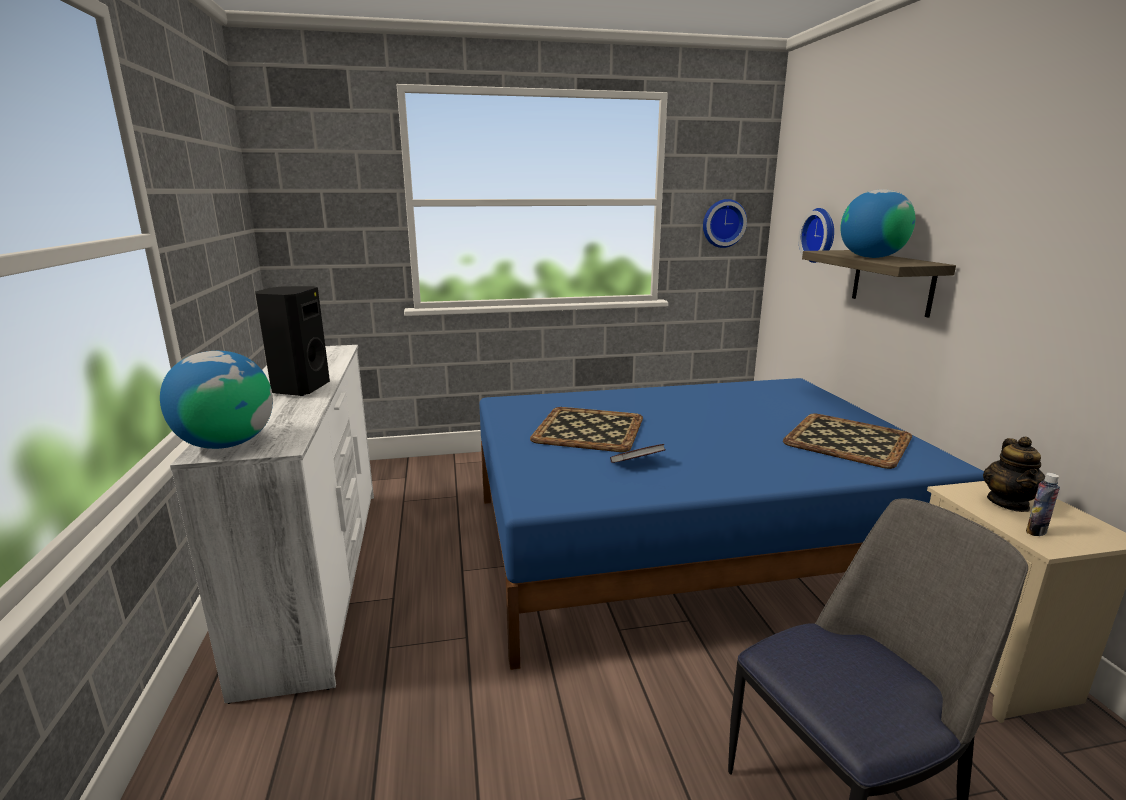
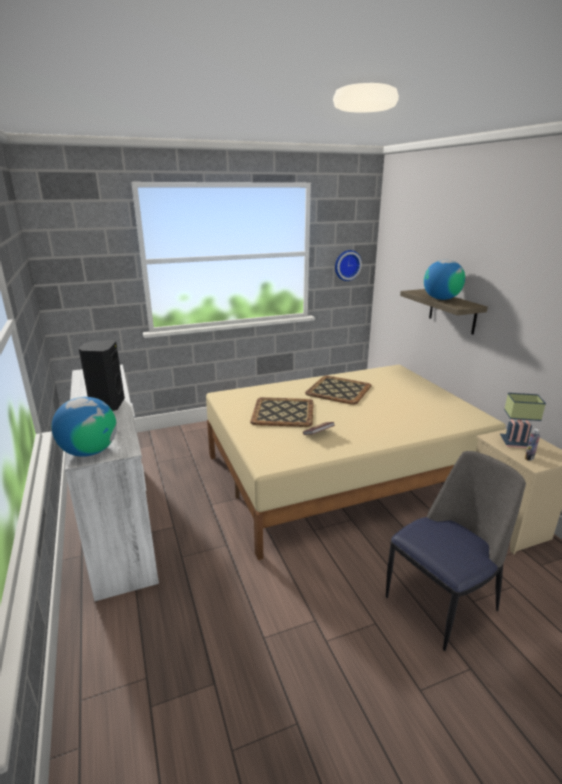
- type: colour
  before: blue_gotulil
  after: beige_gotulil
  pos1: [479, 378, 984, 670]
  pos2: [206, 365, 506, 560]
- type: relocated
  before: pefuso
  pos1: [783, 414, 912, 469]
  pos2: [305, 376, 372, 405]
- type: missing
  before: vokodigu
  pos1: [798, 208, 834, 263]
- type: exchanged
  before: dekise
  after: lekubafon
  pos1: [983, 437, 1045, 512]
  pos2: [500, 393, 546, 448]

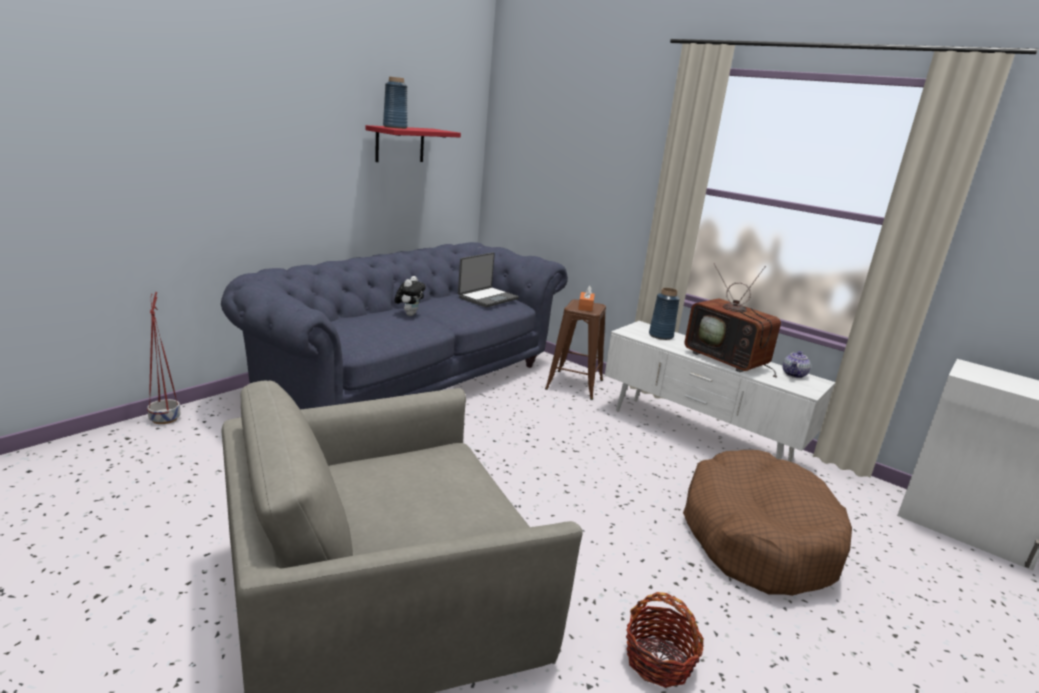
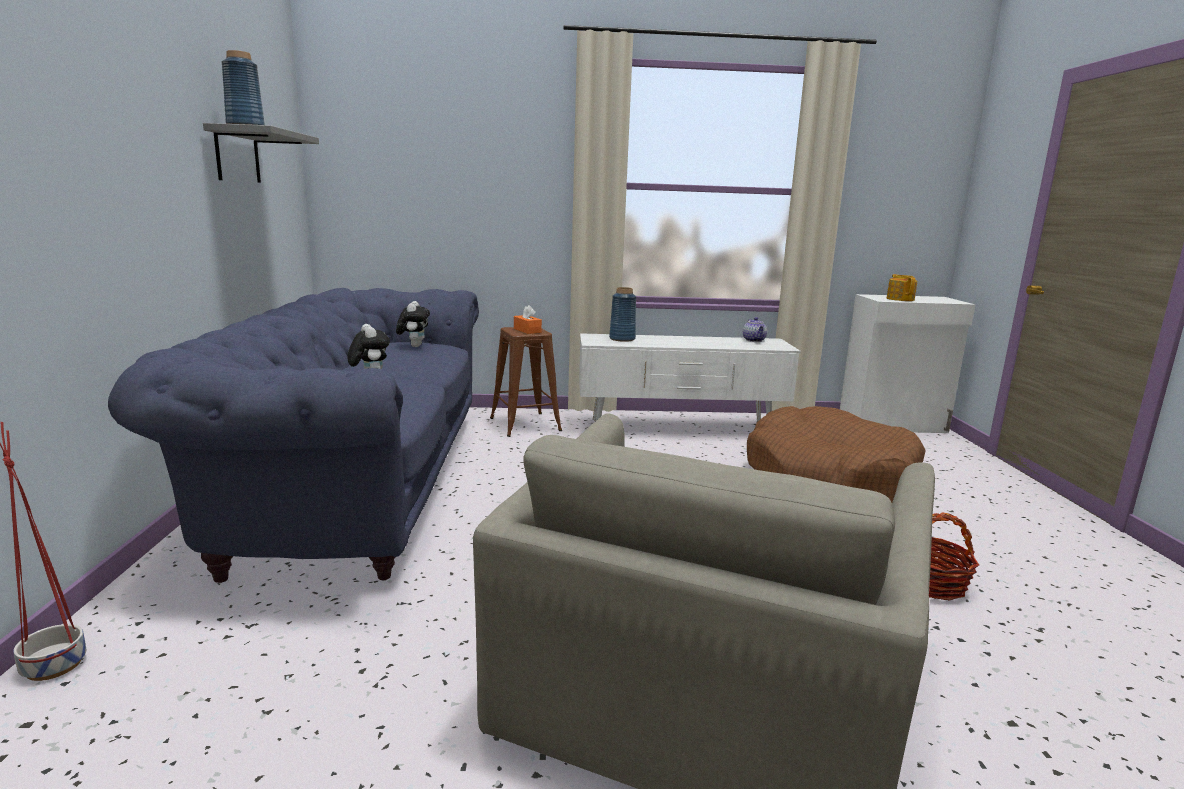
- type: colour
  before: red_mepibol
  after: grey_mepibol
  pos1: [365, 125, 461, 162]
  pos2: [203, 123, 319, 183]
- type: exchanged
  before: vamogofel
  after: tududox
  pos1: [458, 253, 519, 307]
  pos2: [396, 301, 430, 347]
- type: missing
  before: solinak
  pos1: [685, 263, 781, 378]
- type: appeared
  after: dekise
  pos2: [887, 274, 917, 301]

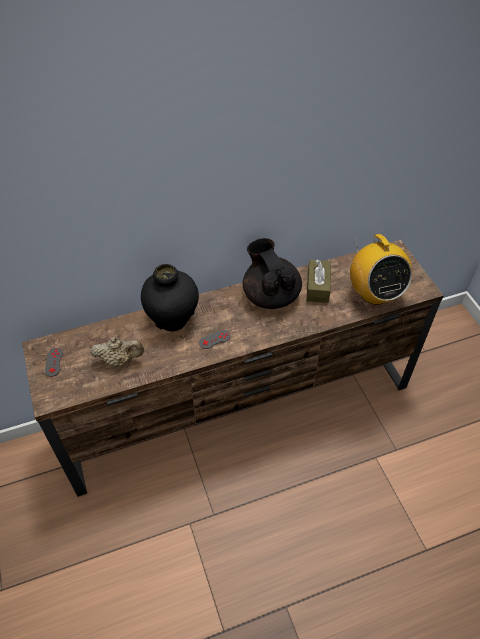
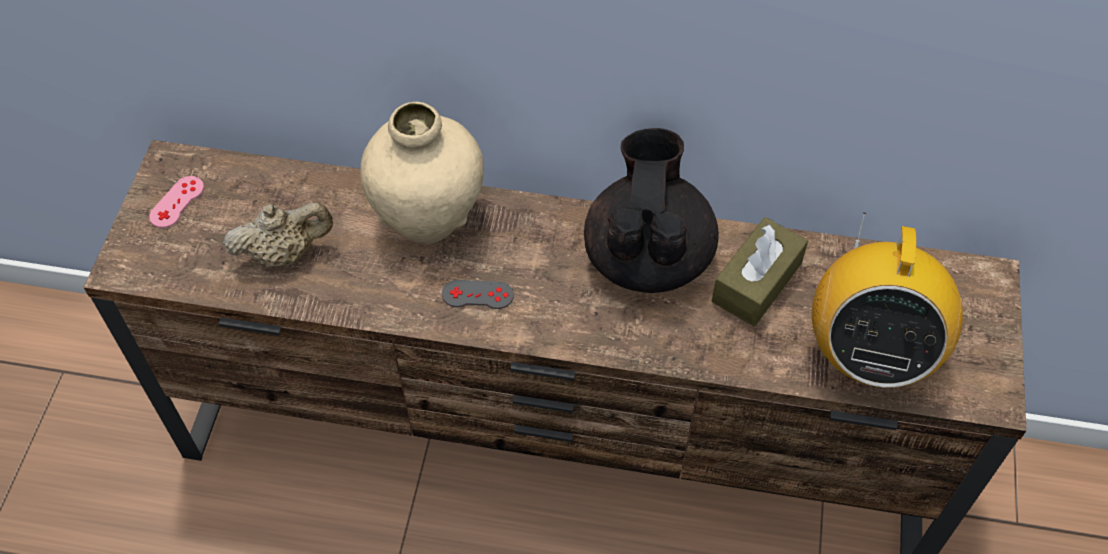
- type: colour
  before: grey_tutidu
  after: pink_tutidu
  pos1: [45, 348, 63, 377]
  pos2: [149, 176, 204, 228]
- type: spun
  before: beige_dekise
  pos1: [90, 337, 144, 367]
  pos2: [223, 202, 333, 267]
  turn: -45
- type: colour
  before: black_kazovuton
  after: beige_kazovuton
  pos1: [141, 264, 199, 331]
  pos2: [360, 102, 484, 244]

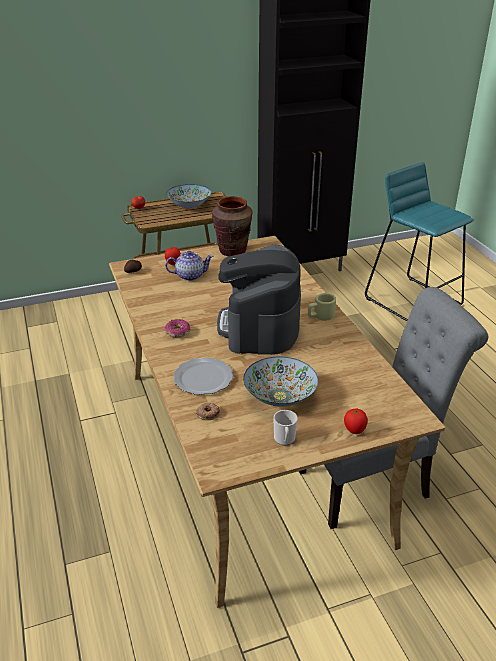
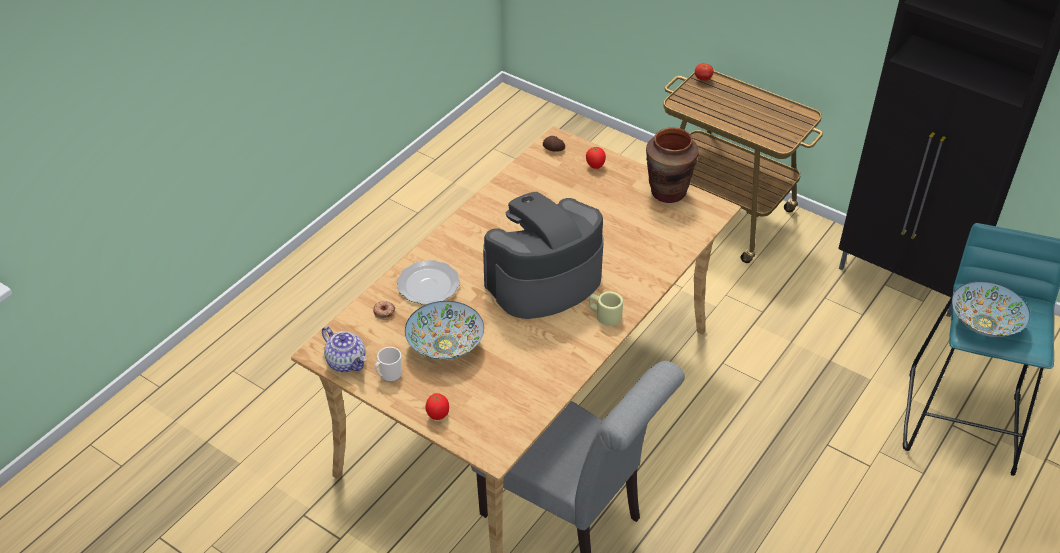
- type: missing
  before: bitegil
  pos1: [164, 319, 190, 338]
- type: relocated
  before: dekise
  pos1: [165, 251, 213, 281]
  pos2: [322, 326, 366, 372]
- type: relocated
  before: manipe
  pos1: [166, 184, 211, 208]
  pos2: [952, 281, 1030, 337]

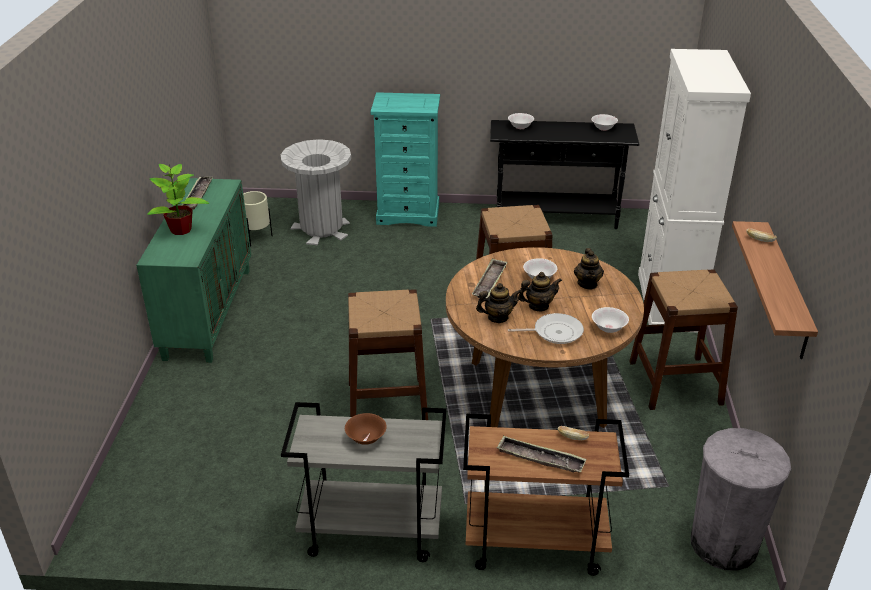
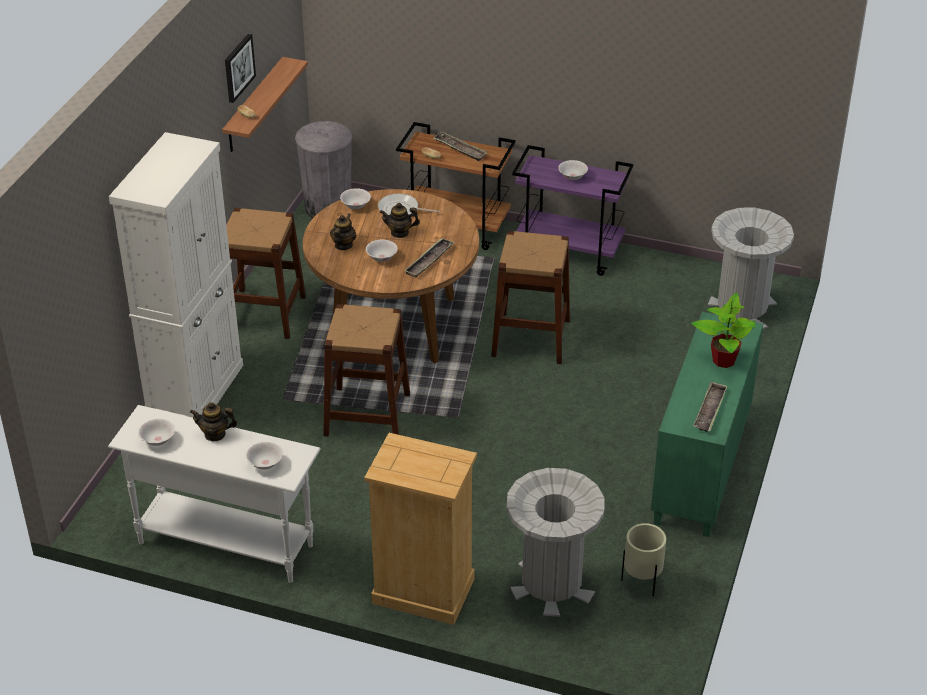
- type: colour
  before: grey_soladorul
  after: purple_soladorul
  pos1: [281, 402, 447, 562]
  pos2: [512, 145, 634, 276]
- type: colour
  before: brown_manipe
  after: white_manipe
  pos1: [345, 413, 387, 445]
  pos2: [558, 160, 588, 180]
- type: colour
  before: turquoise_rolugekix
  after: beige_rolugekix
  pos1: [371, 92, 440, 227]
  pos2: [364, 433, 477, 625]
- type: relocated
  before: dekise
  pos1: [476, 283, 521, 323]
  pos2: [190, 402, 237, 441]
- type: colour
  before: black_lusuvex
  after: white_lusuvex
  pos1: [490, 120, 640, 229]
  pos2: [108, 405, 321, 583]
- type: appeared
  after: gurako
  pos2: [225, 34, 256, 103]
- type: appeared
  after: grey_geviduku
  pos2: [708, 208, 794, 329]

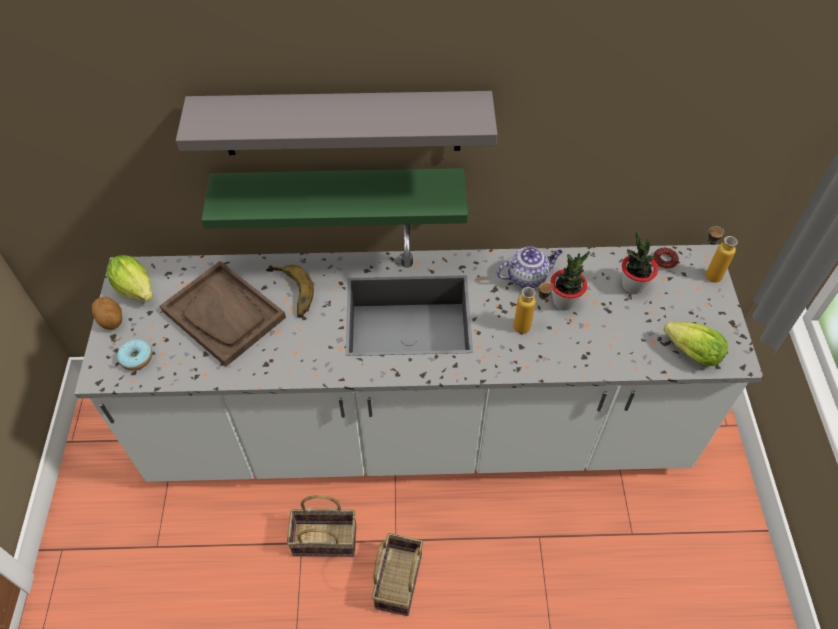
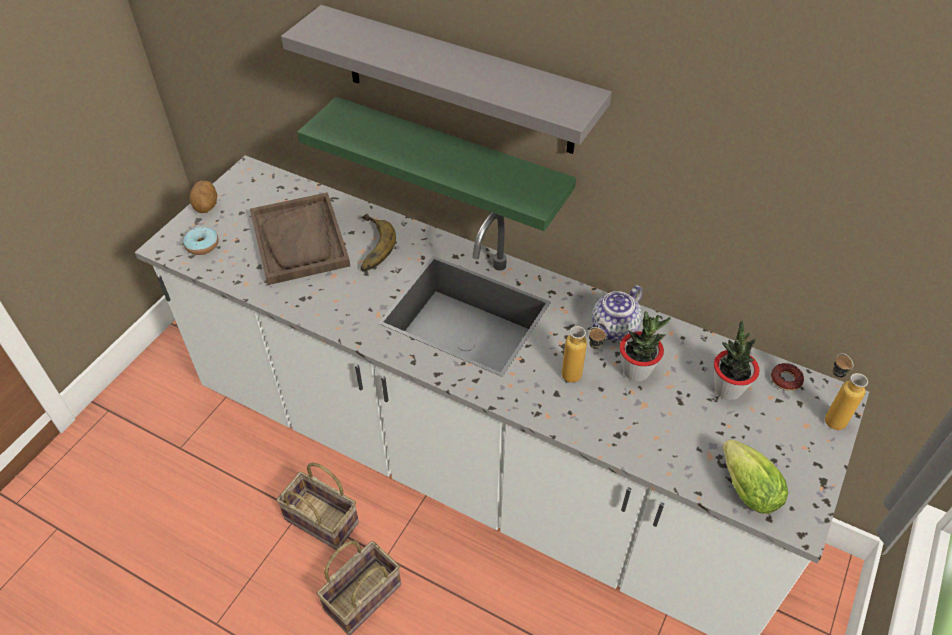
- type: missing
  before: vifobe
  pos1: [107, 255, 153, 301]
- type: spun
  before: dekise
  pos1: [497, 246, 563, 288]
  pos2: [592, 285, 643, 341]
  turn: 120

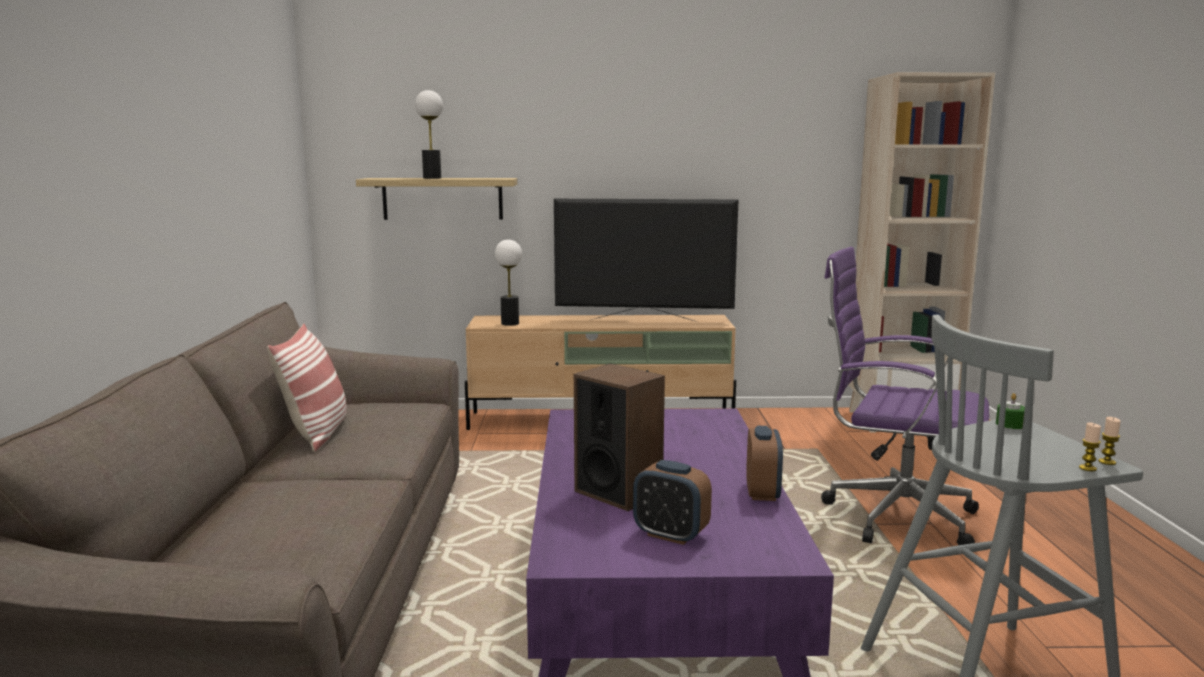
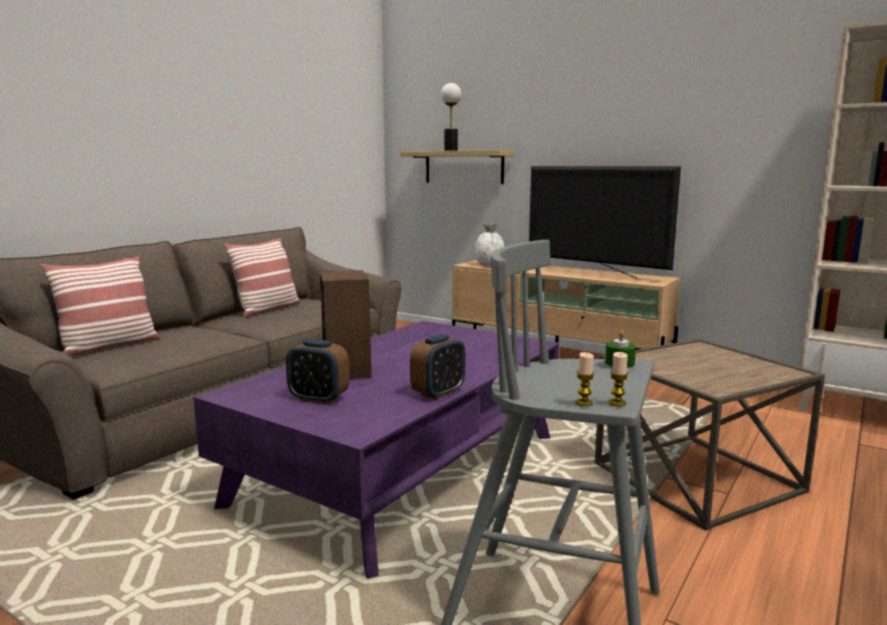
- type: exchanged
  before: lekubafon
  after: white_kazovuton
  pos1: [495, 240, 522, 326]
  pos2: [475, 223, 505, 266]
- type: spun
  before: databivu
  pos1: [633, 460, 712, 545]
  pos2: [286, 339, 349, 404]
  turn: -45
- type: exchanged
  before: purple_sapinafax
  after: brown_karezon
  pos1: [821, 247, 989, 545]
  pos2: [595, 339, 825, 531]
- type: appeared
  after: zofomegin
  pos2: [41, 256, 160, 357]

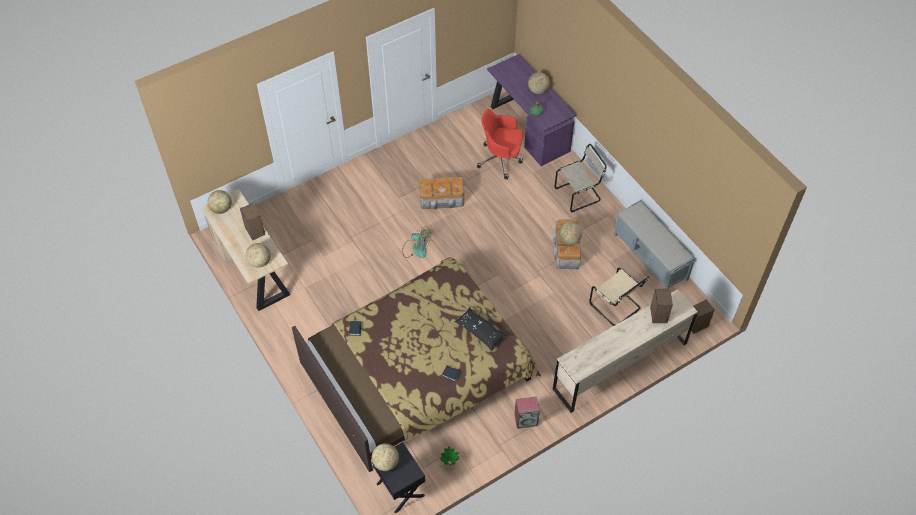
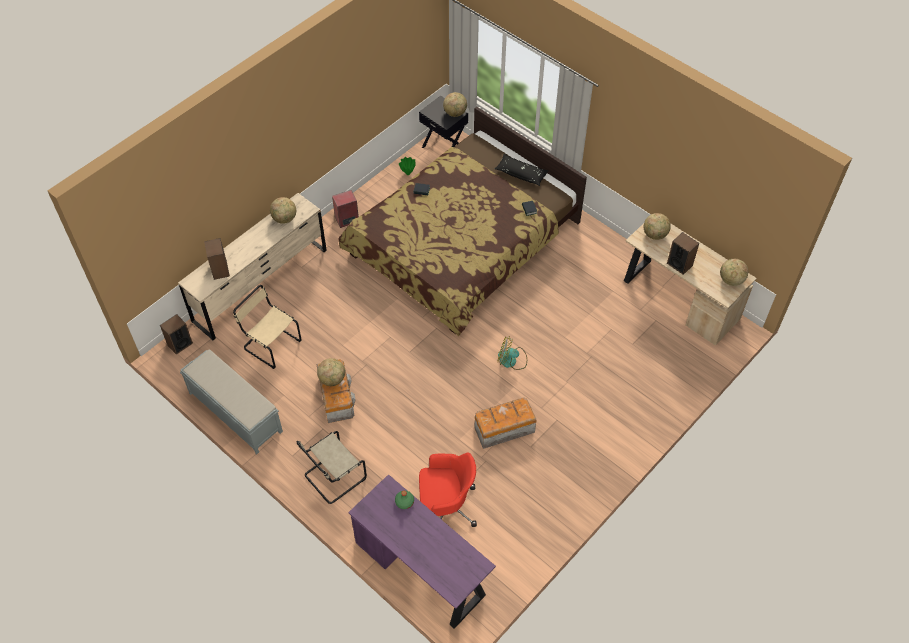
- type: relocated
  before: black_zofomegin
  pos1: [454, 307, 507, 351]
  pos2: [494, 154, 549, 186]
- type: relocated
  before: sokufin
  pos1: [528, 72, 550, 94]
  pos2: [270, 197, 296, 224]

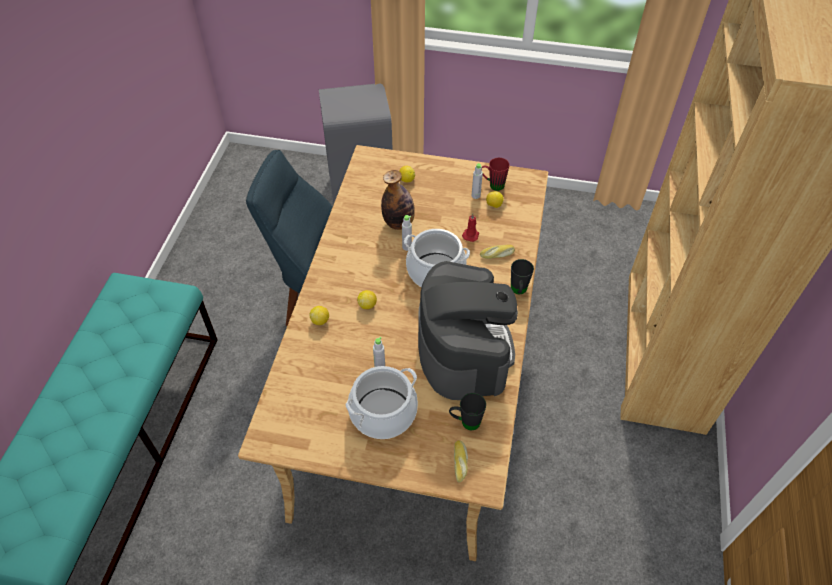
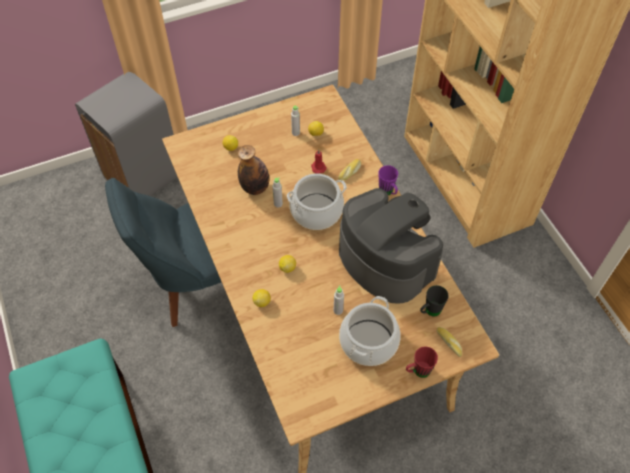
- type: relocated
  before: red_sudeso
  pos1: [482, 158, 509, 191]
  pos2: [406, 346, 438, 378]
- type: colour
  before: black_sudeso
  after: purple_sudeso
  pos1: [511, 259, 534, 294]
  pos2: [378, 165, 398, 195]

